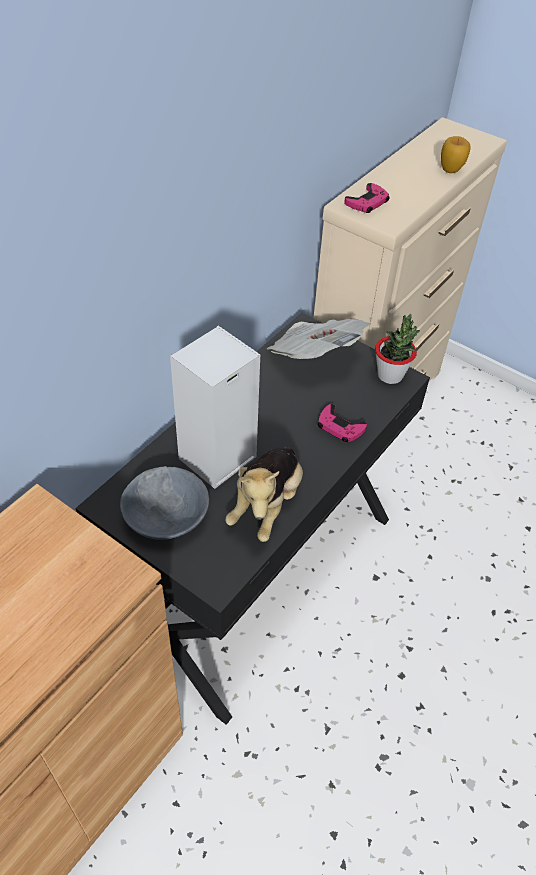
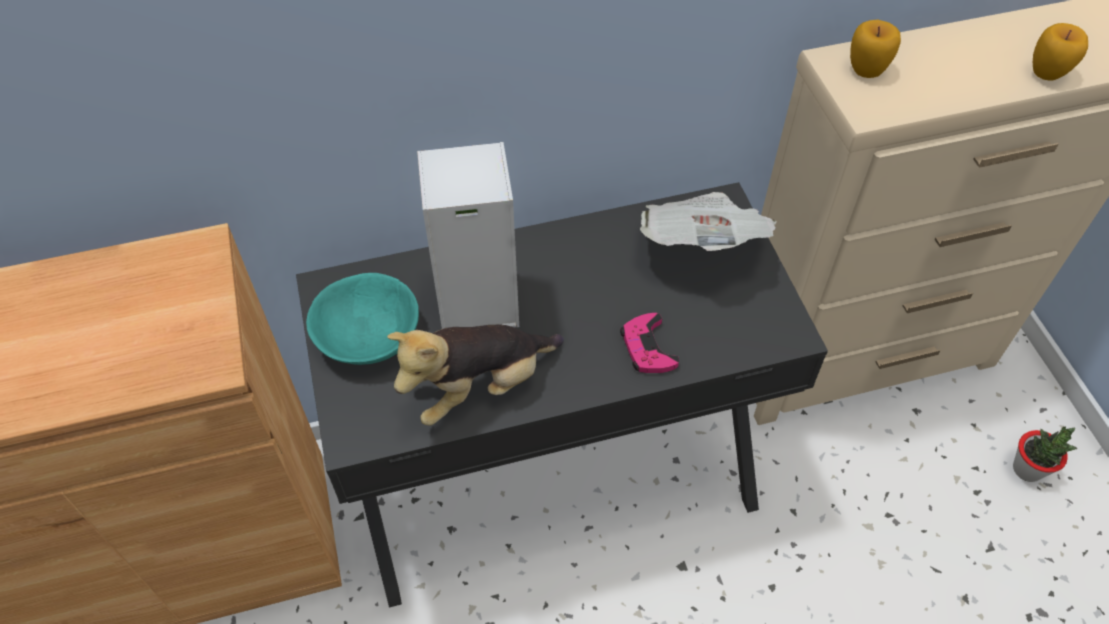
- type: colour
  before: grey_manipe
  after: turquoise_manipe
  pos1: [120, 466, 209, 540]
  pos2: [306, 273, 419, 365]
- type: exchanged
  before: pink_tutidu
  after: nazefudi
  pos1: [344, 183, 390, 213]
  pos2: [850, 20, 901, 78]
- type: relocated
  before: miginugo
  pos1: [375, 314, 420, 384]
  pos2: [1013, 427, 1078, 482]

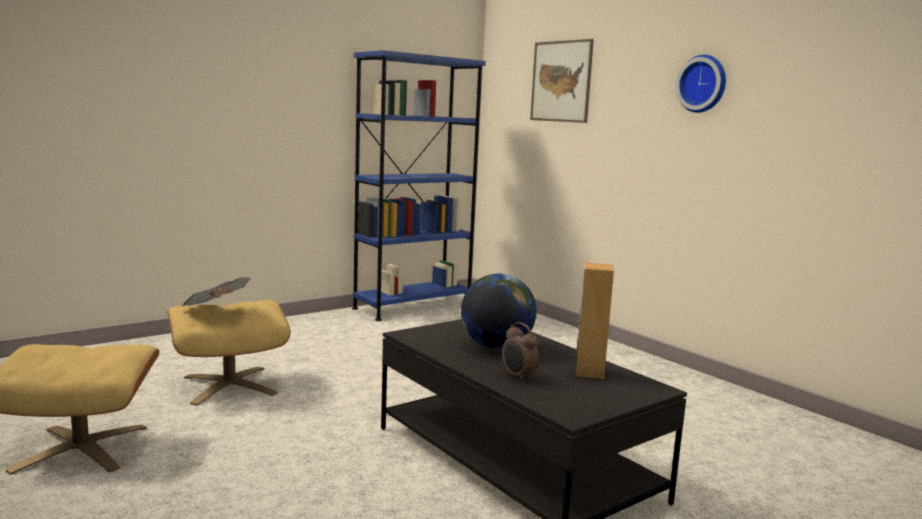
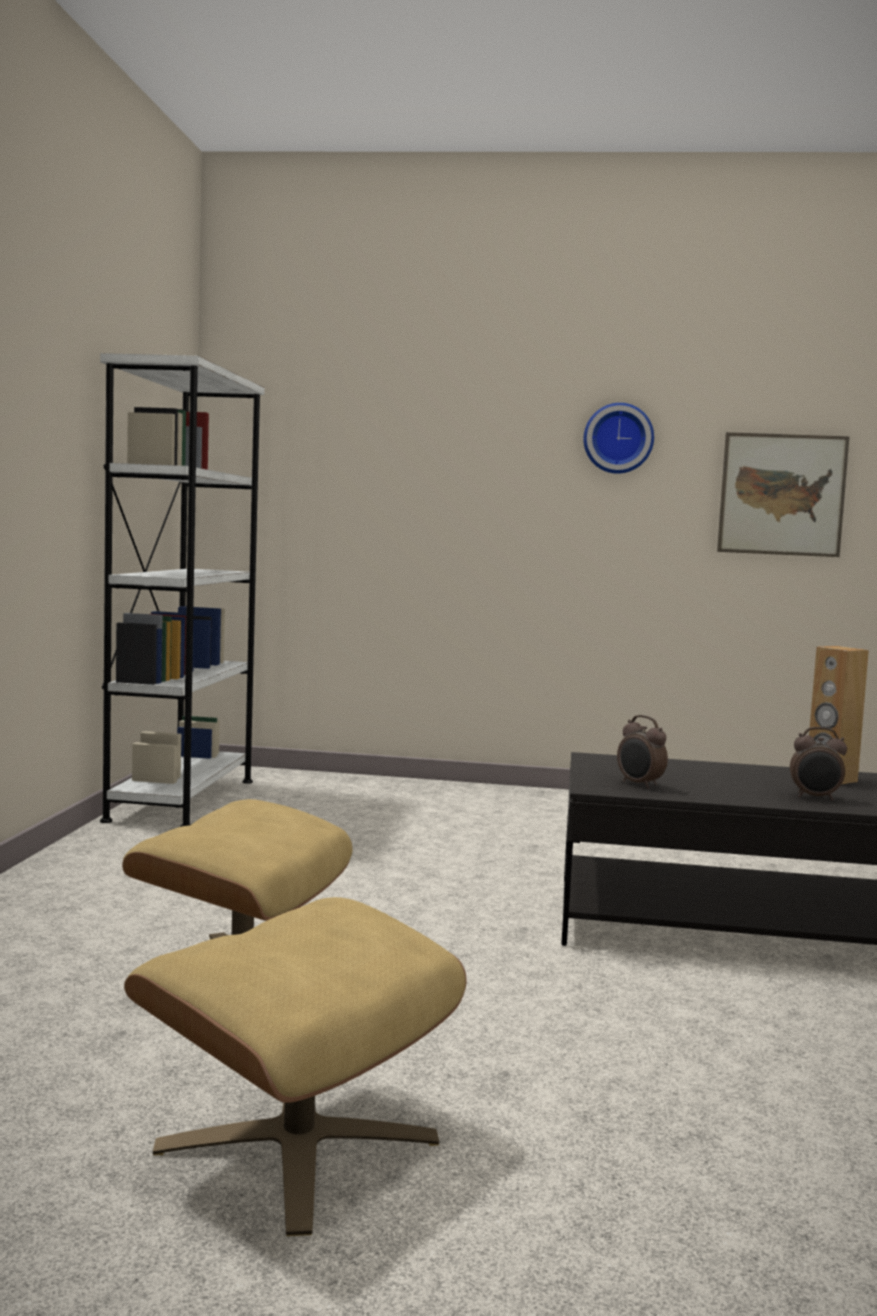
- type: missing
  before: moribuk
  pos1: [182, 277, 251, 306]
- type: colour
  before: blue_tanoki
  after: white_tanoki
  pos1: [352, 50, 486, 321]
  pos2: [100, 353, 264, 827]
- type: missing
  before: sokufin
  pos1: [461, 274, 537, 349]
- type: relocated
  before: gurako
  pos1: [530, 39, 594, 123]
  pos2: [717, 432, 850, 557]
- type: appeared
  after: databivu
  pos2: [617, 715, 668, 789]

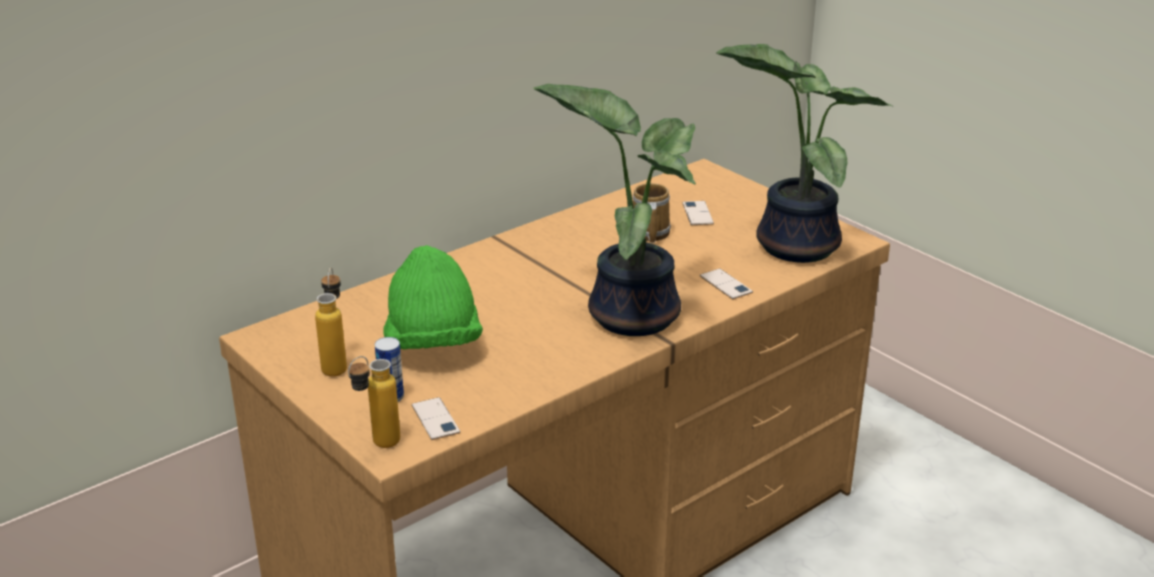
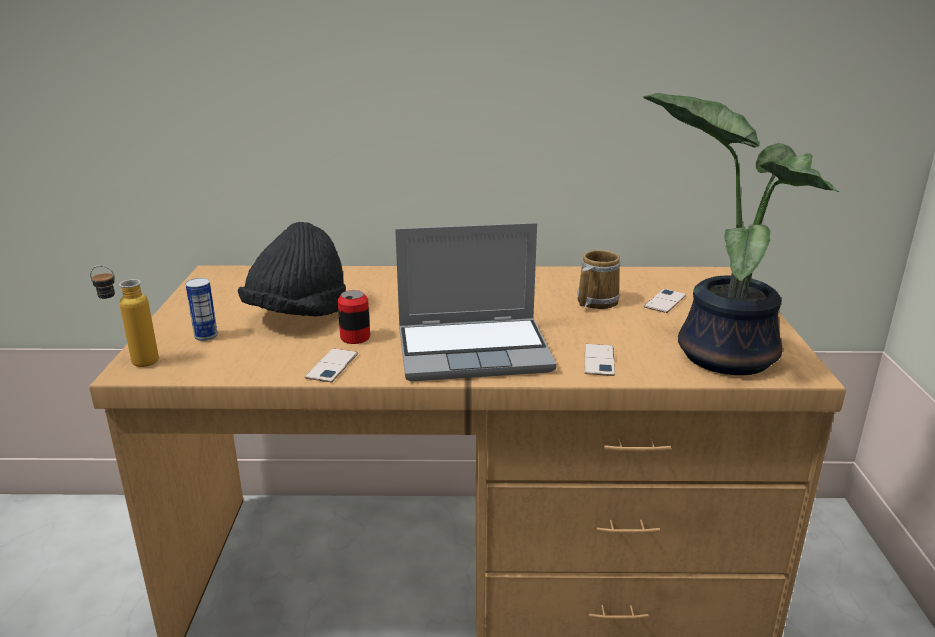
- type: missing
  before: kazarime
  pos1: [315, 268, 347, 377]
- type: colour
  before: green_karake
  after: black_karake
  pos1: [383, 245, 483, 350]
  pos2: [238, 222, 346, 317]
- type: relocated
  before: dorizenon
  pos1: [412, 397, 460, 440]
  pos2: [305, 348, 358, 382]
- type: exchanged
  before: miginugo
  after: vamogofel
  pos1: [533, 84, 696, 336]
  pos2: [395, 223, 556, 382]
- type: appeared
  after: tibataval
  pos2: [337, 290, 370, 344]

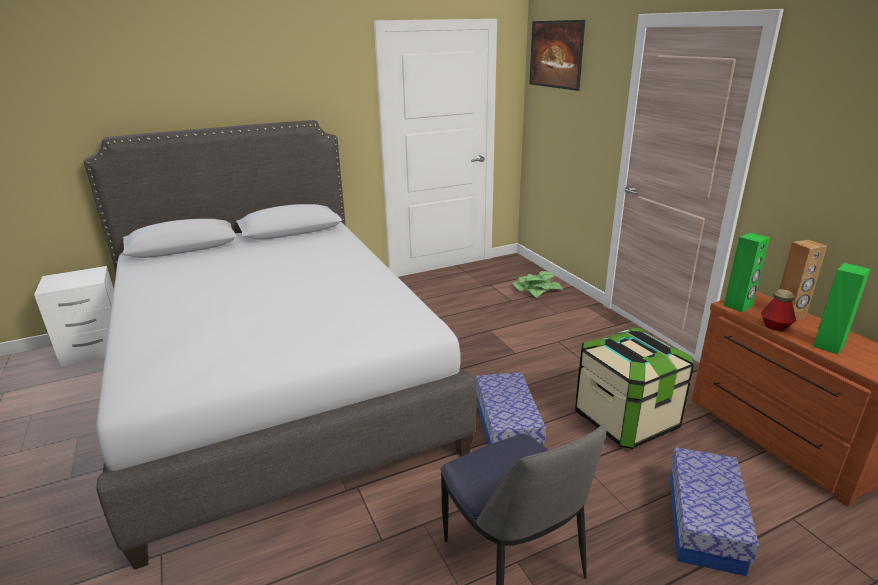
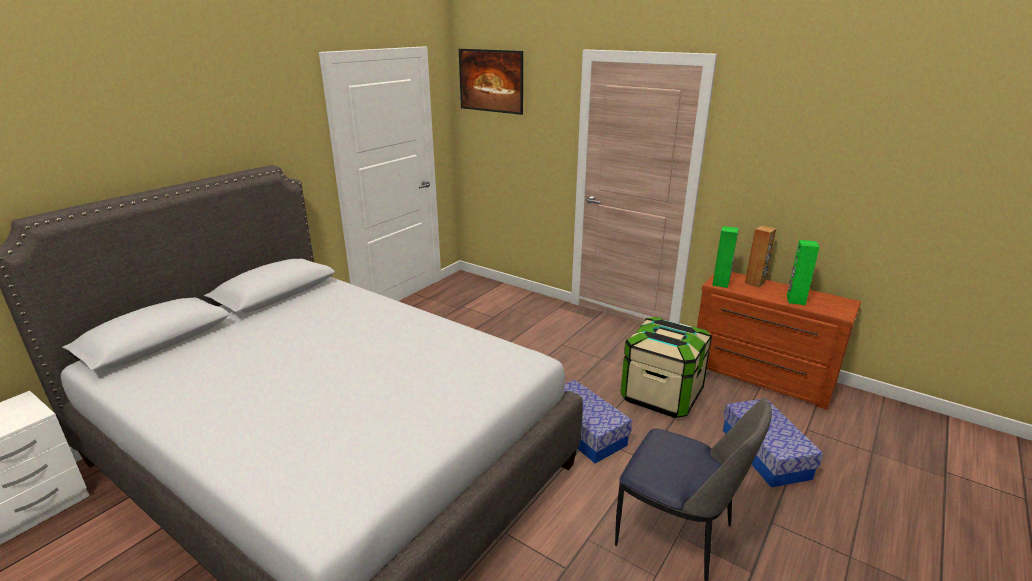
- type: missing
  before: miginugo
  pos1: [513, 271, 563, 298]
- type: missing
  before: kazarime
  pos1: [761, 289, 796, 331]

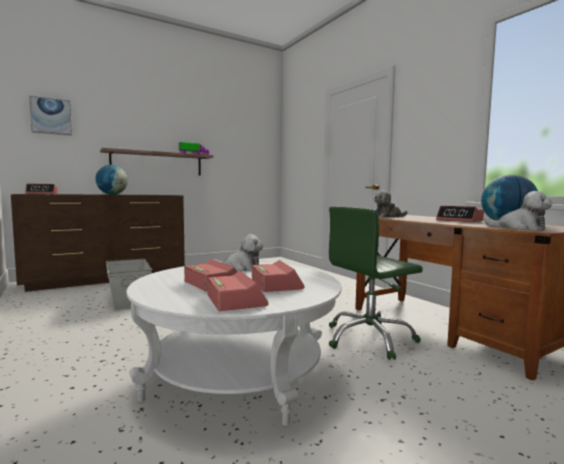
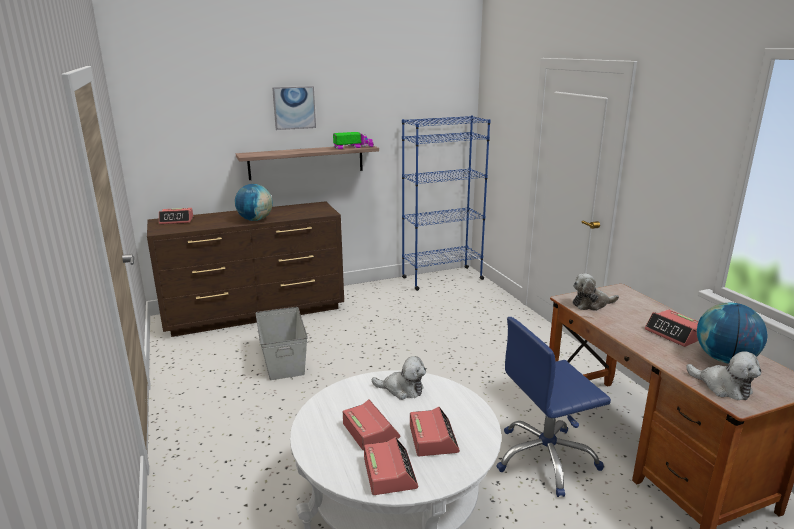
- type: relocated
  before: gurako
  pos1: [29, 96, 72, 135]
  pos2: [272, 86, 316, 130]
- type: colour
  before: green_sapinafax
  after: blue_sapinafax
  pos1: [329, 207, 423, 360]
  pos2: [496, 317, 611, 497]
- type: appeared
  after: blue_tanoki
  pos2: [402, 115, 491, 291]

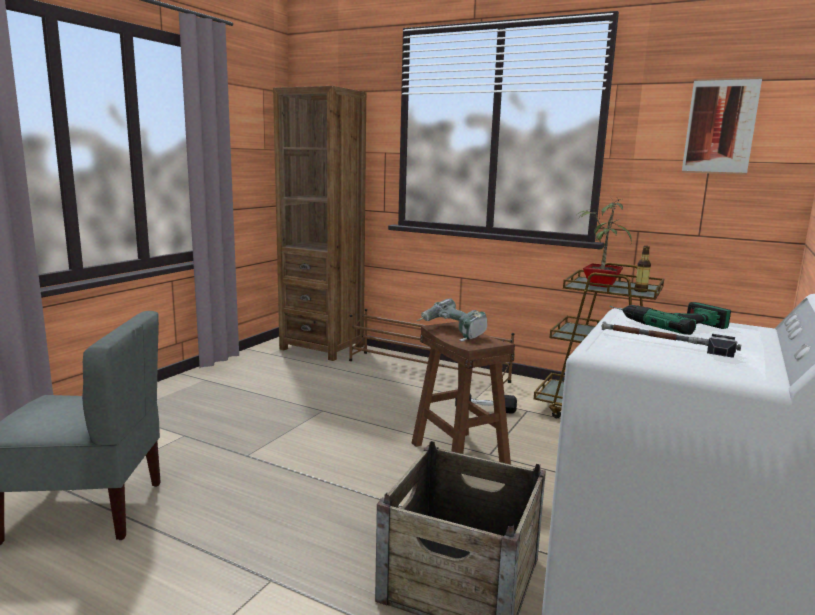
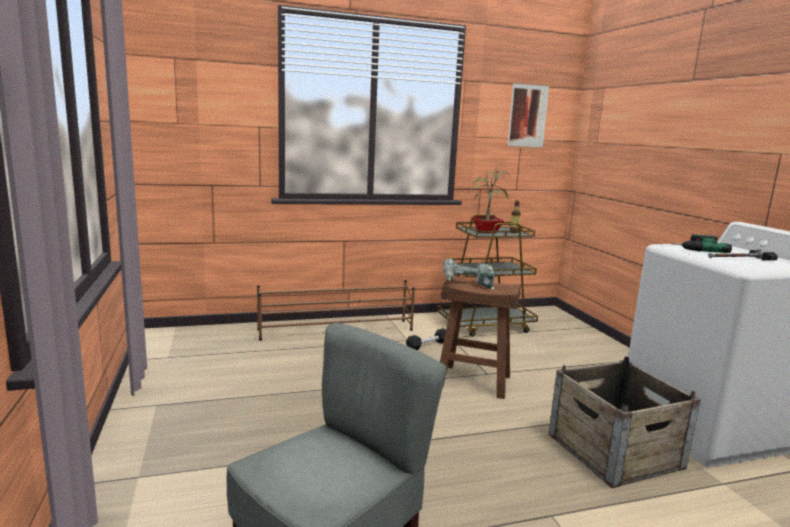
- type: missing
  before: brown_tanoki
  pos1: [273, 86, 366, 361]

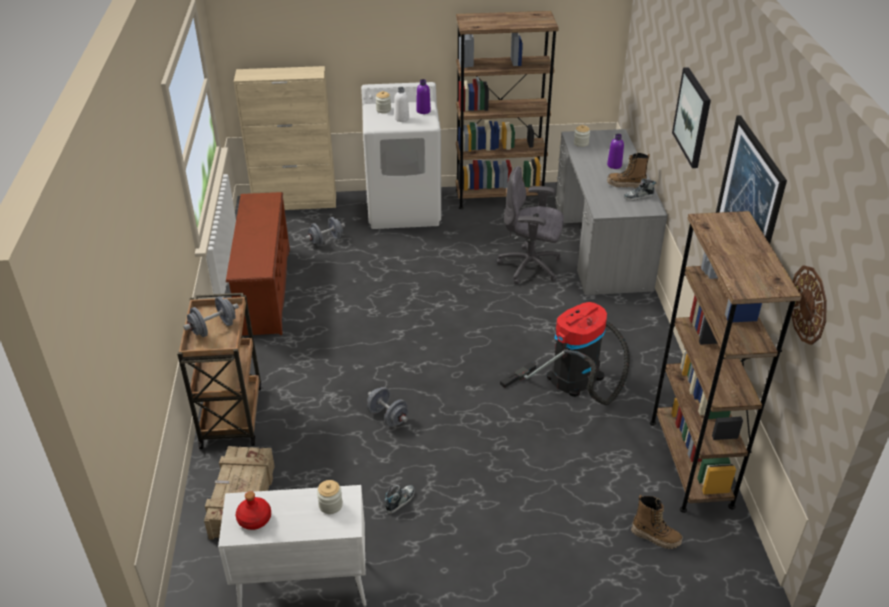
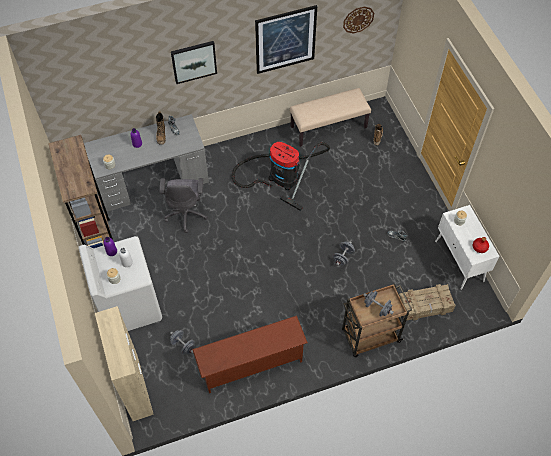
- type: exchanged
  before: brown_tanoki
  after: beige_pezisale
  pos1: [650, 211, 802, 513]
  pos2: [290, 88, 371, 147]

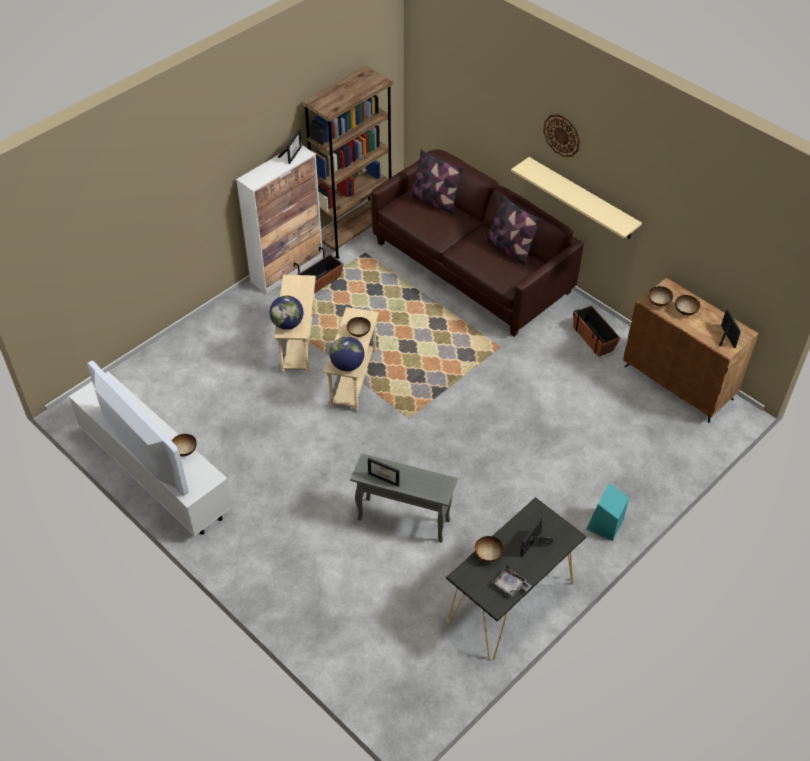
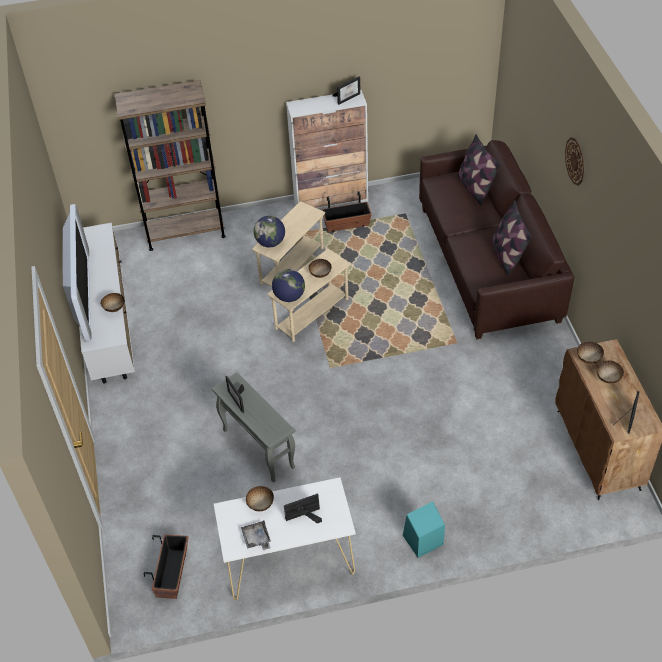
- type: relocated
  before: brown_tanoki
  pos1: [302, 66, 393, 259]
  pos2: [115, 80, 226, 251]
- type: colour
  before: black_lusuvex
  after: white_lusuvex
  pos1: [446, 497, 586, 660]
  pos2: [214, 477, 356, 600]
- type: missing
  before: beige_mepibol
  pos1: [511, 157, 642, 239]
- type: relocated
  before: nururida
  pos1: [573, 305, 620, 357]
  pos2: [144, 534, 189, 599]

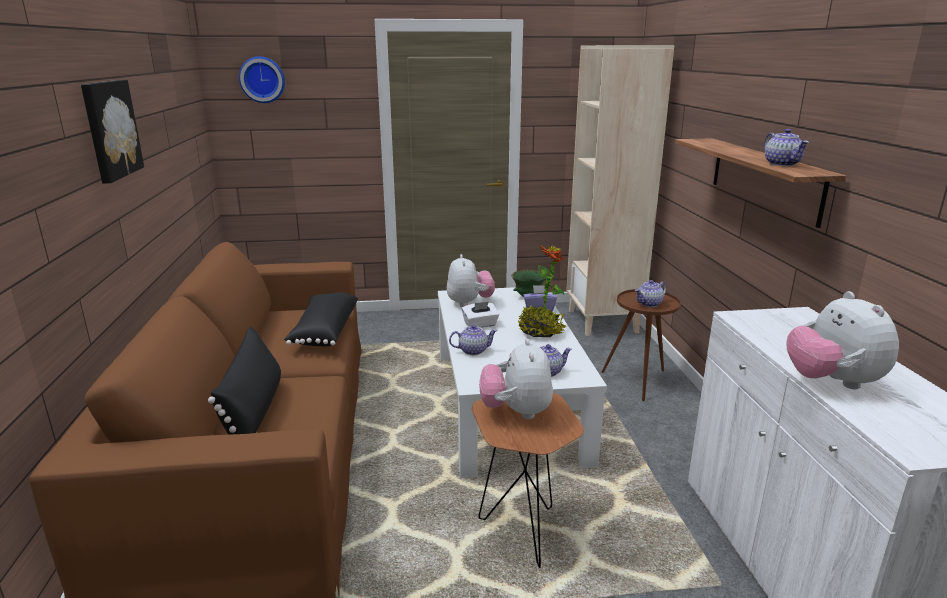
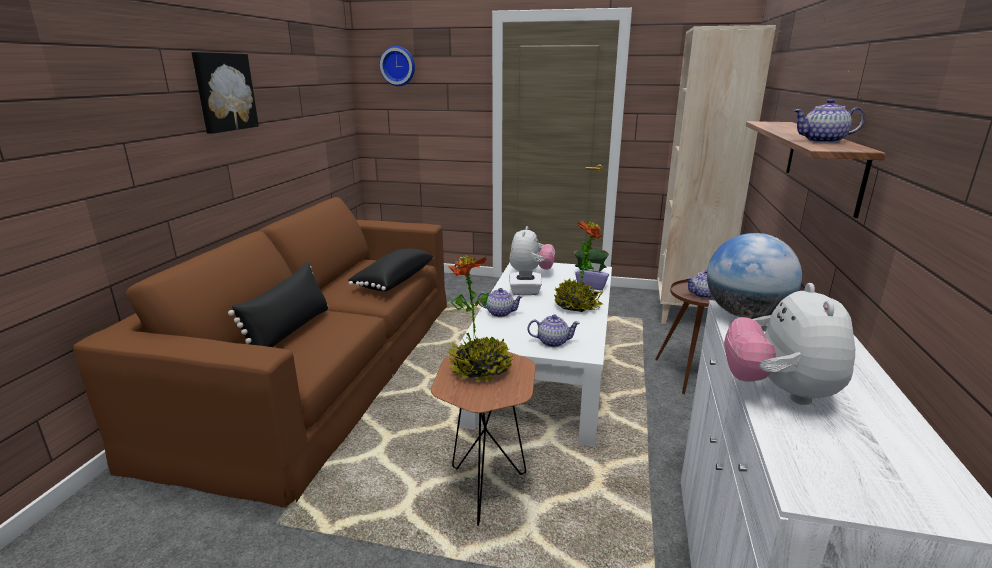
- type: exchanged
  before: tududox
  after: miginugo
  pos1: [479, 339, 553, 419]
  pos2: [448, 256, 513, 383]
- type: spun
  before: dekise
  pos1: [764, 129, 809, 166]
  pos2: [793, 99, 865, 143]
  turn: 90
- type: appeared
  after: sokufin
  pos2: [707, 233, 802, 319]

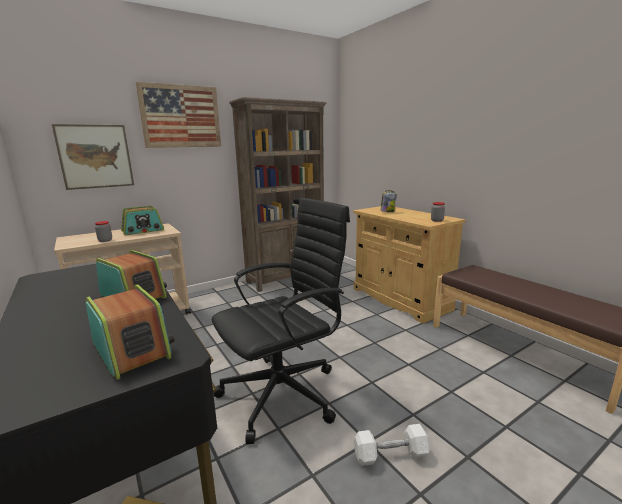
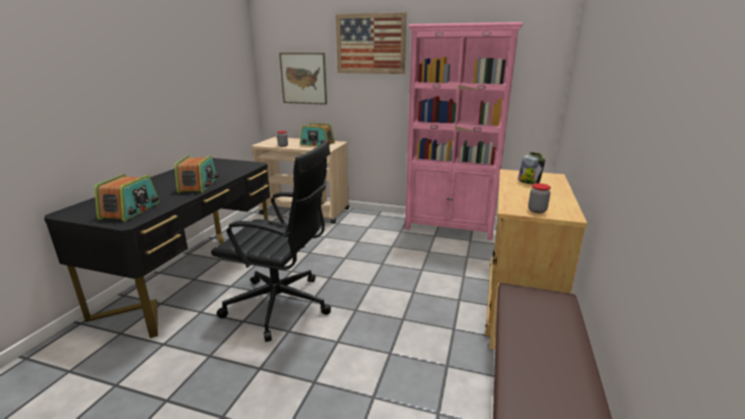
- type: colour
  before: brown_tanoki
  after: pink_tanoki
  pos1: [229, 97, 327, 292]
  pos2: [405, 22, 523, 240]
- type: missing
  before: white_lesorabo
  pos1: [354, 424, 430, 466]

